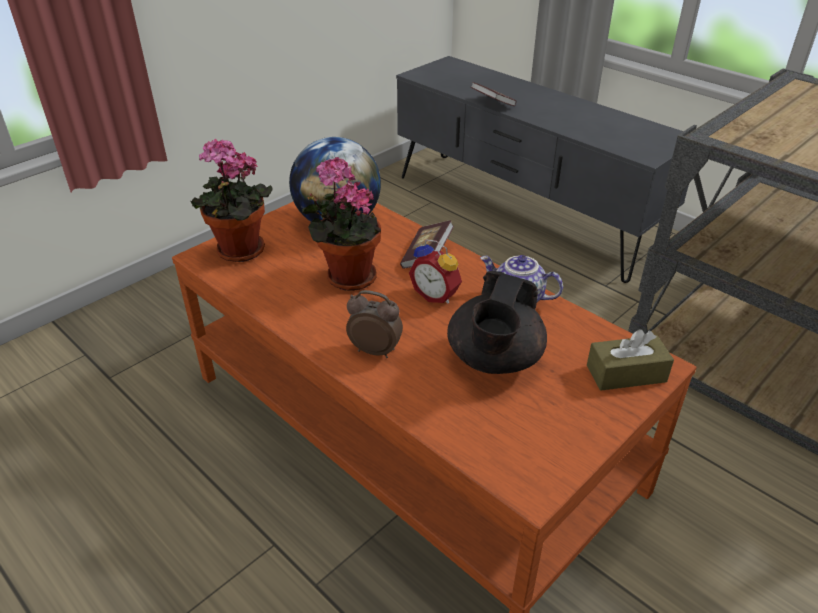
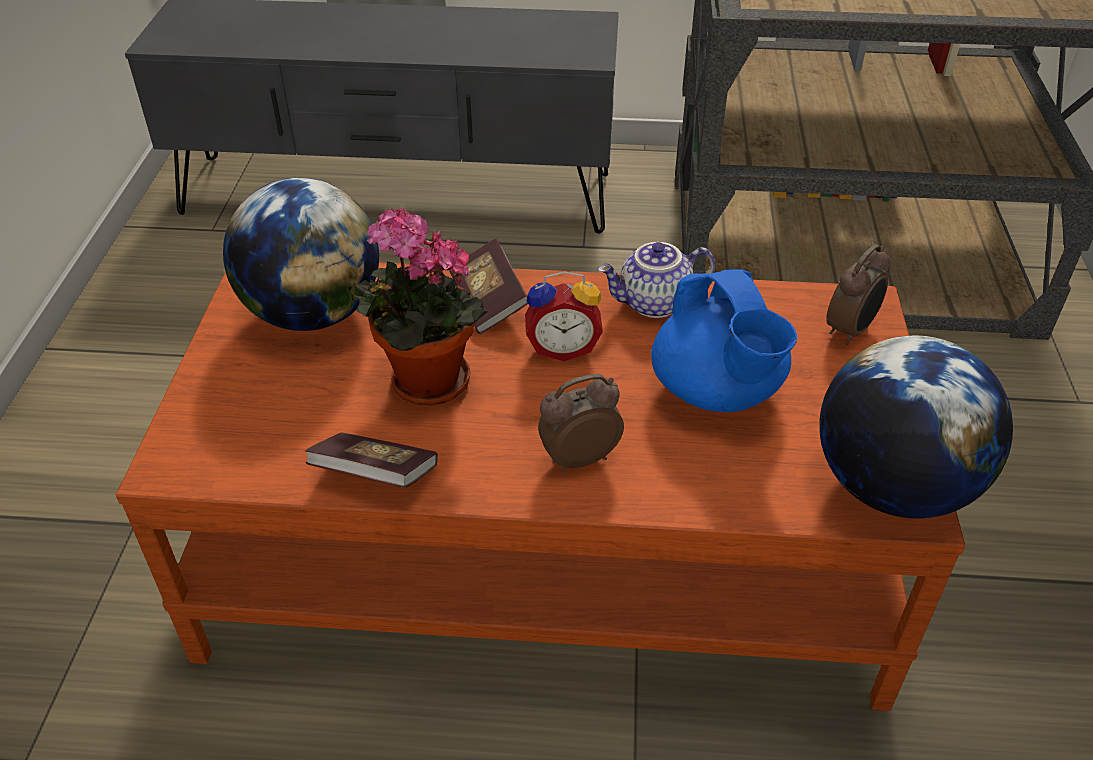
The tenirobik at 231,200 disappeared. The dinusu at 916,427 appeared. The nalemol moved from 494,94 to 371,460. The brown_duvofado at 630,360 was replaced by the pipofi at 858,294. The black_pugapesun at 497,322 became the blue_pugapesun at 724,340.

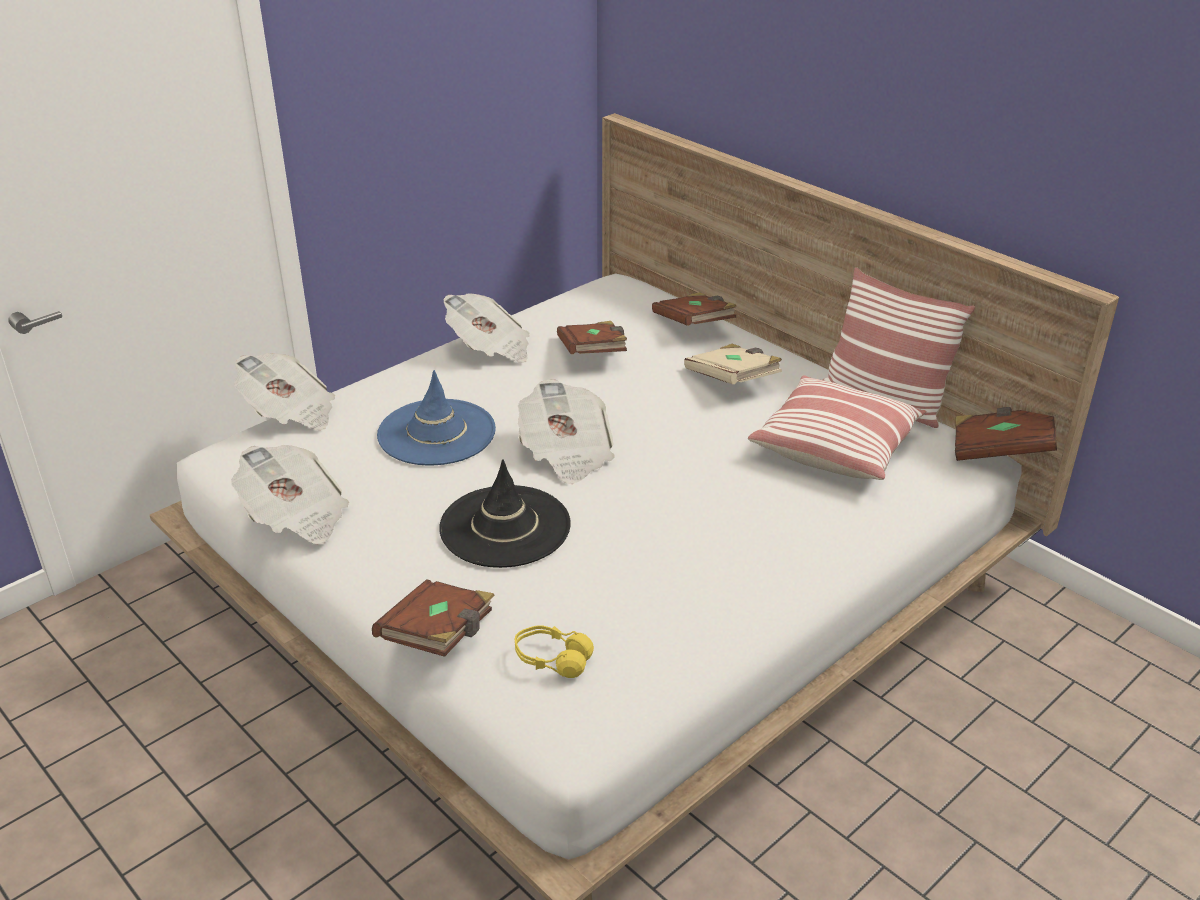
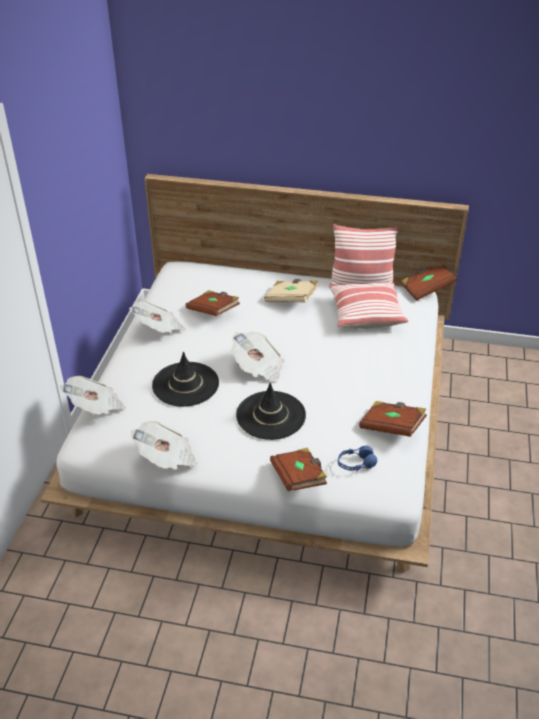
The brown_nalemol moved from 694,309 to 393,419. The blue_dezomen at 436,417 became the black_dezomen at 185,379. The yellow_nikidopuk at 554,651 became the blue_nikidopuk at 357,458.

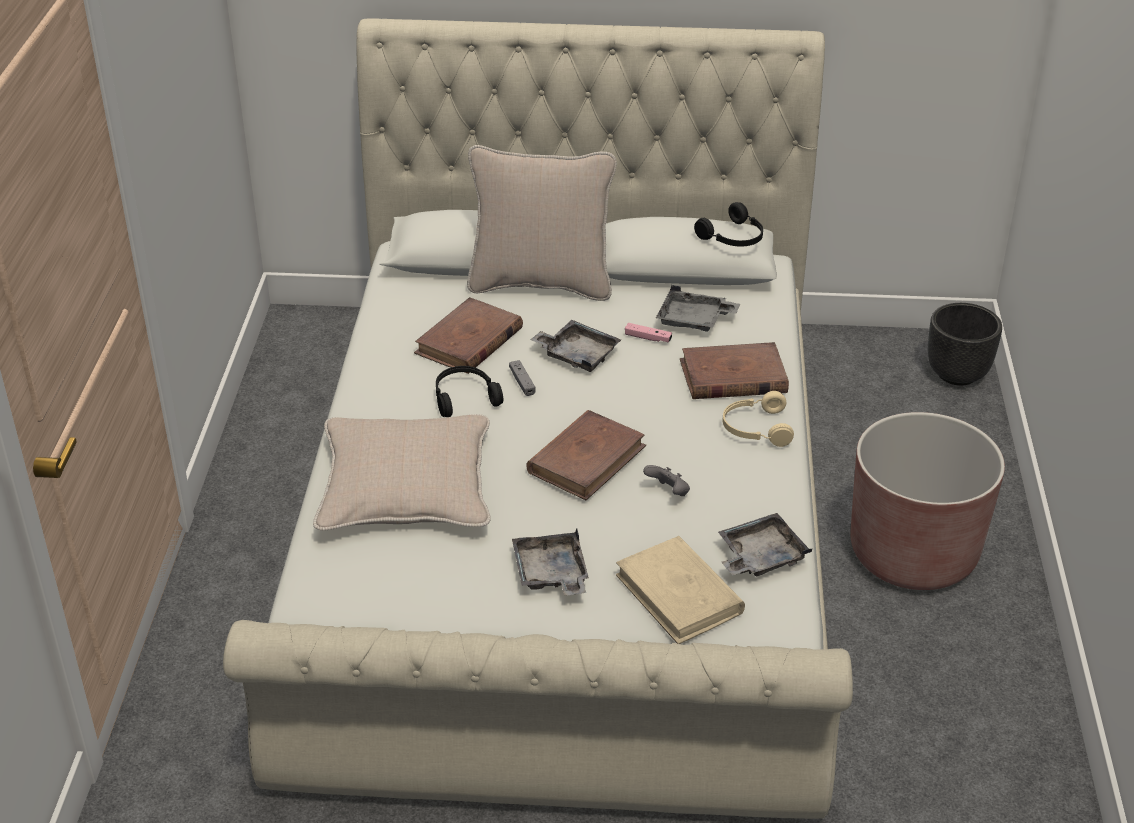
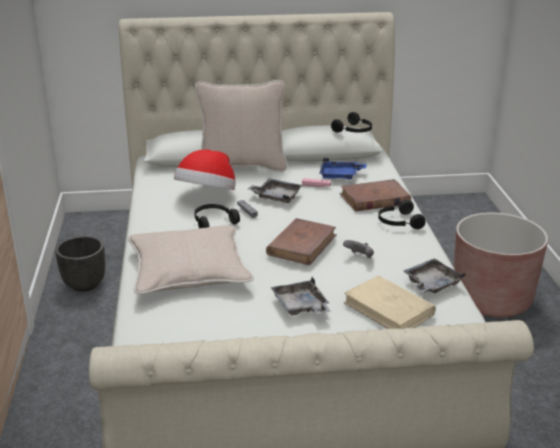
The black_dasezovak moved from 965,344 to 80,264. The brown_nalemol at 468,335 was replaced by the dezomen at 205,169. The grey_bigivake at 698,308 became the blue_bigivake at 343,169. The beige_nikidopuk at 758,419 became the black_nikidopuk at 401,214.

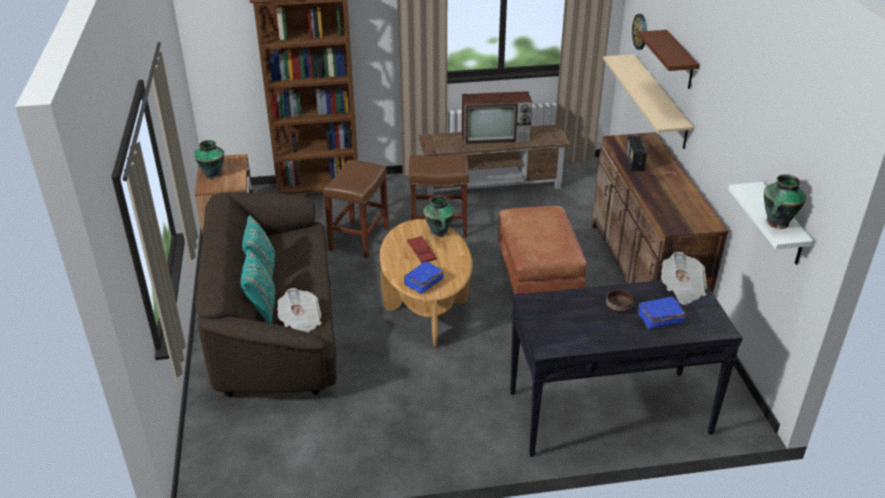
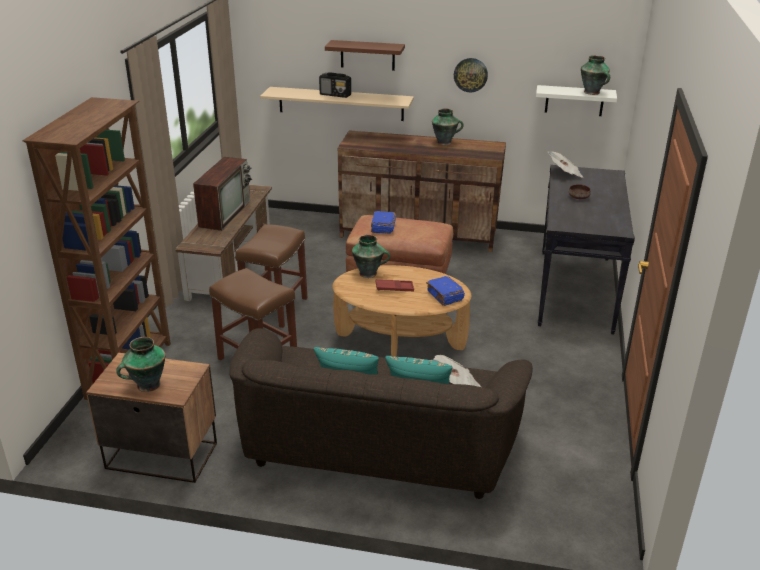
The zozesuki at 447,127 appeared. The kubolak moved from 636,153 to 335,85. The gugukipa moved from 639,32 to 471,75. The blue_nalemol moved from 662,313 to 383,222.

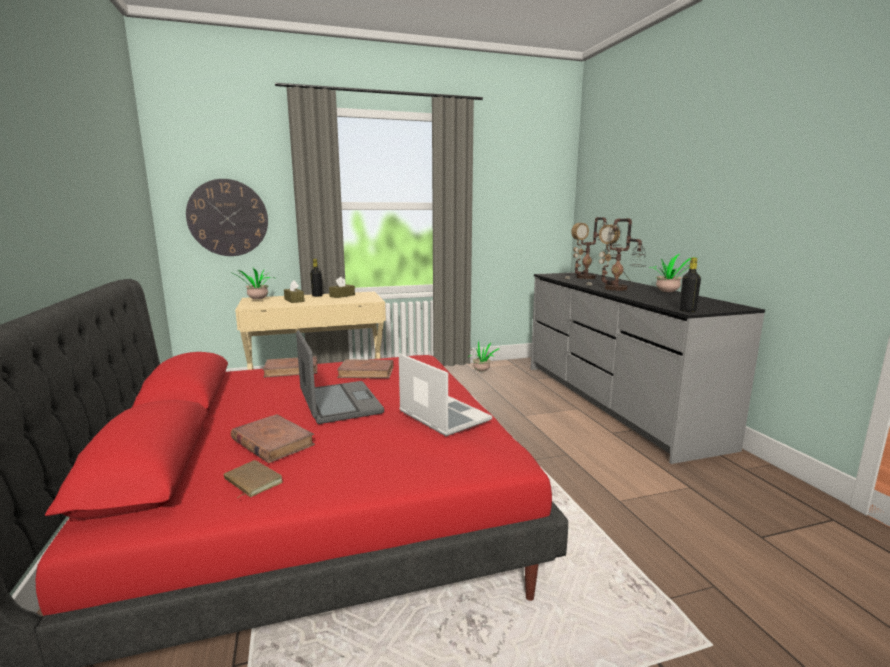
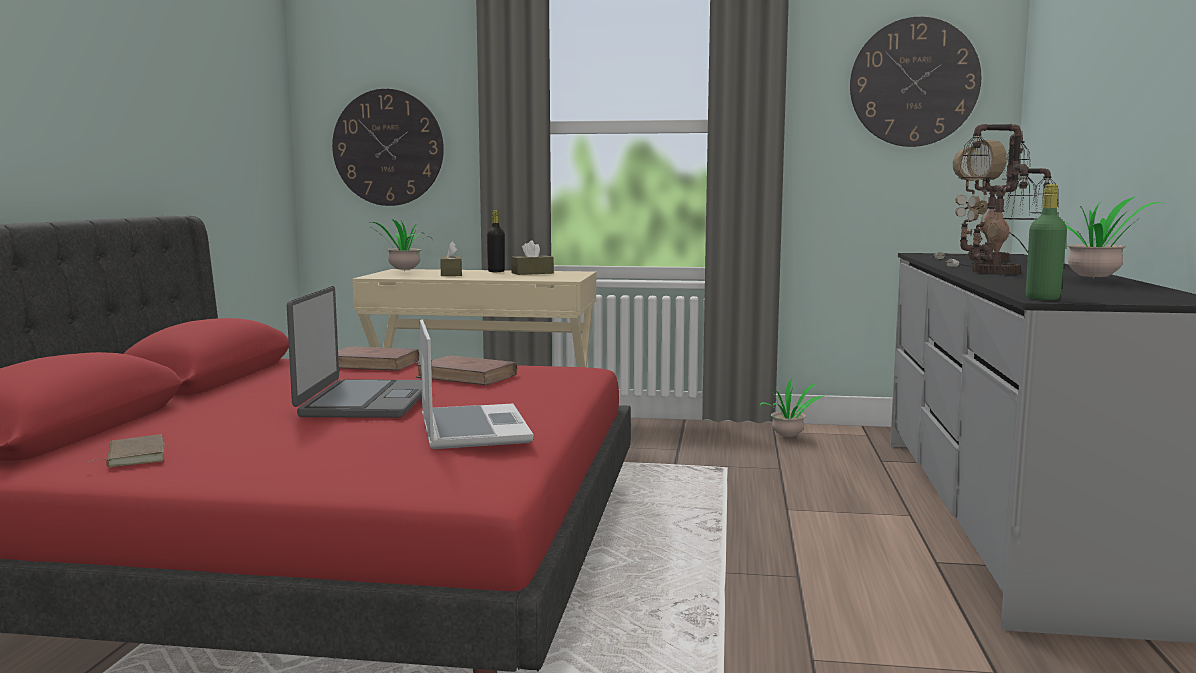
The brown_nalemol at 273,438 disappeared. The gugukipa at 915,82 appeared. The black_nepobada at 690,284 became the green_nepobada at 1046,242.

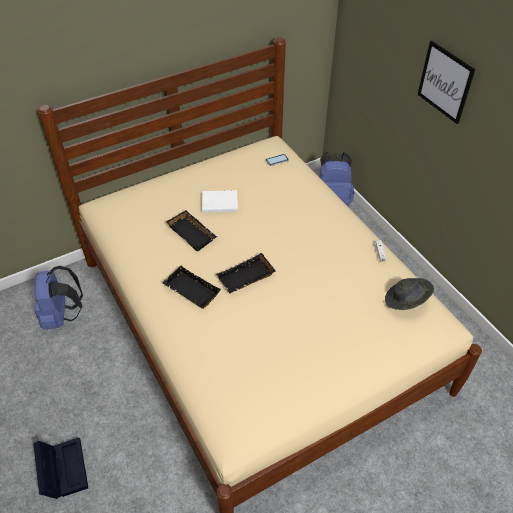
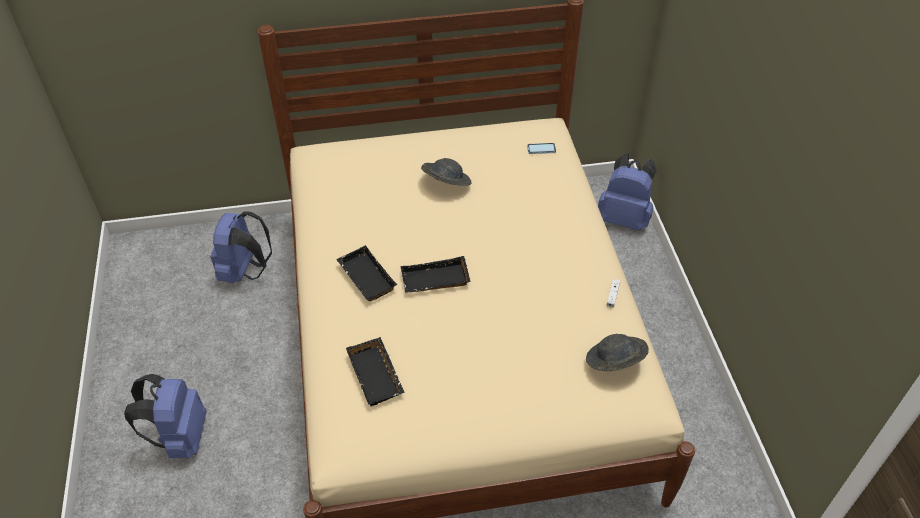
The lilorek at 446,82 disappeared. The black_bigivake moved from 191,231 to 375,372. The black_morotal at 60,468 was replaced by the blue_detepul at 165,416. The white_nalemol at 220,201 was replaced by the grey_dezomen at 446,172.

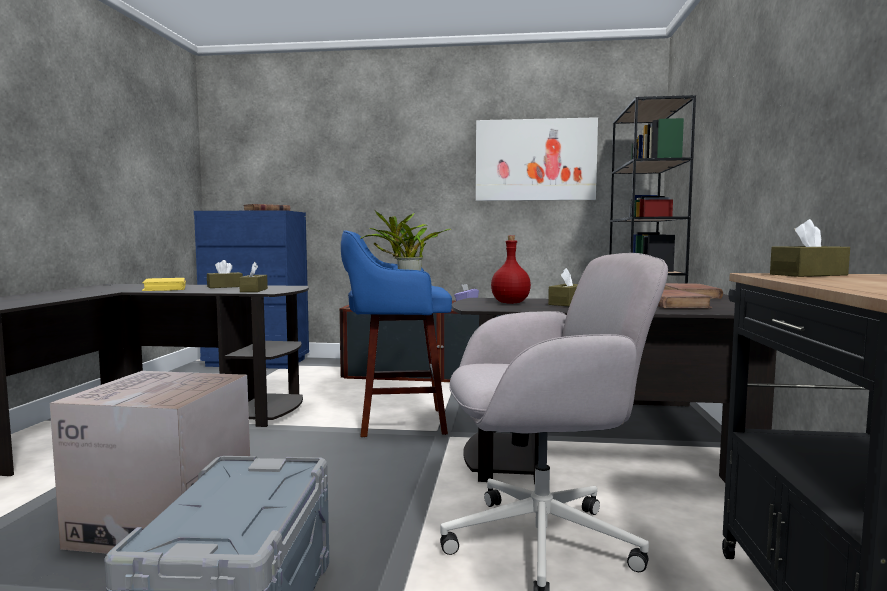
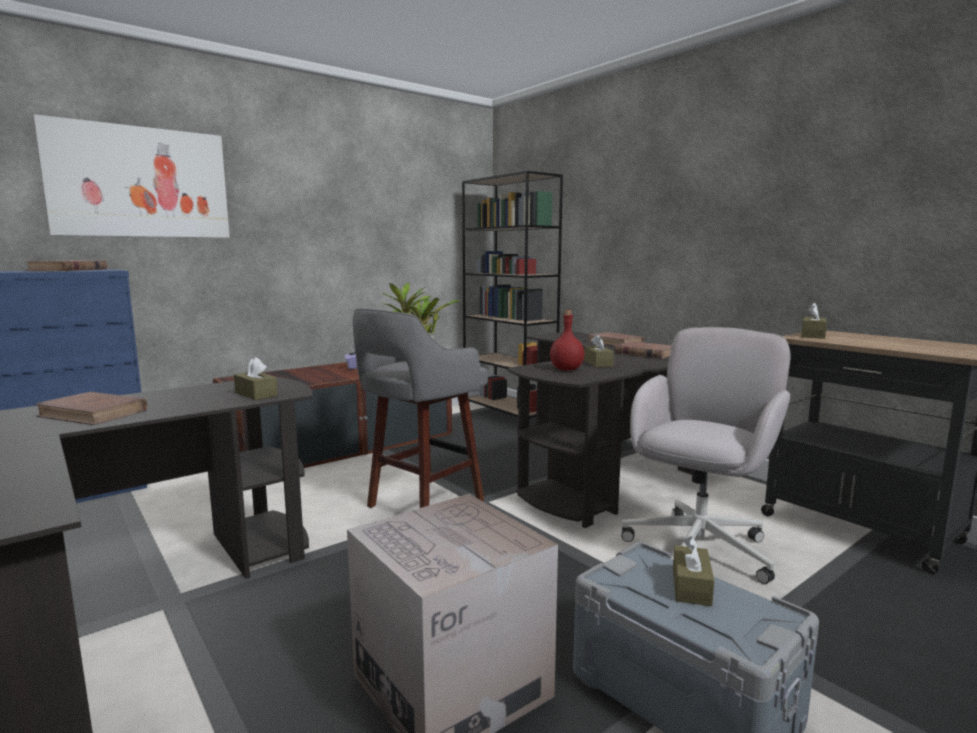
The brown_duvofado moved from 225,274 to 693,571. The lilorek moved from 537,159 to 132,176. The yellow_nalemol at 164,284 became the brown_nalemol at 90,408. The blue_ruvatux at 396,333 became the grey_ruvatux at 420,408.

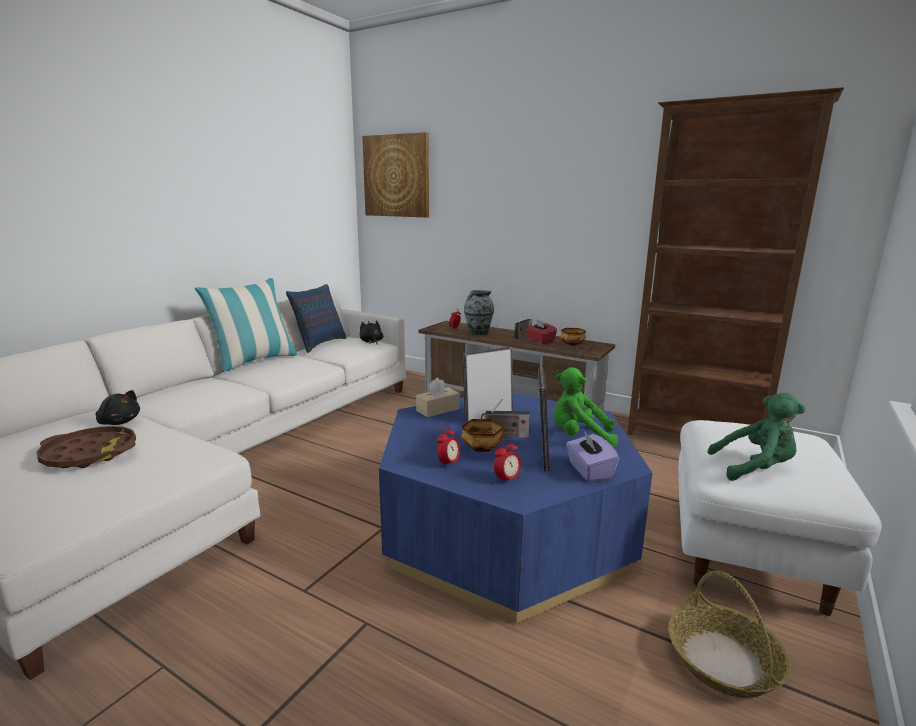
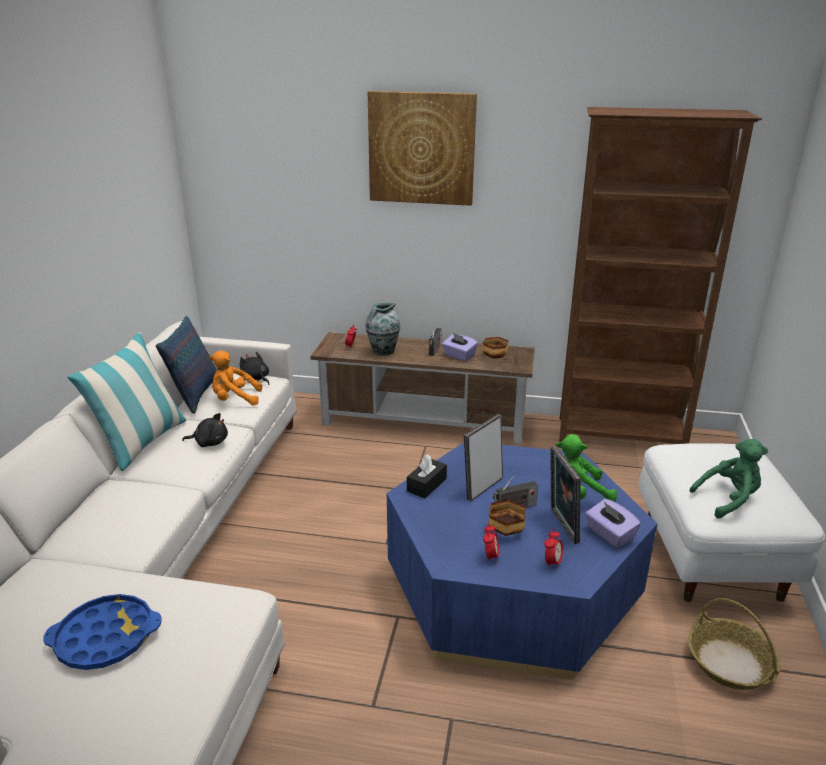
The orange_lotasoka at 236,378 appeared. The black_lotasoka moved from 118,407 to 205,430. The lilorek moved from 395,174 to 422,148. The brown_bigivake at 86,447 became the blue_bigivake at 102,632. The beige_duvofado at 438,397 became the black_duvofado at 427,476. The red_duvofado at 541,331 became the purple_duvofado at 460,347.

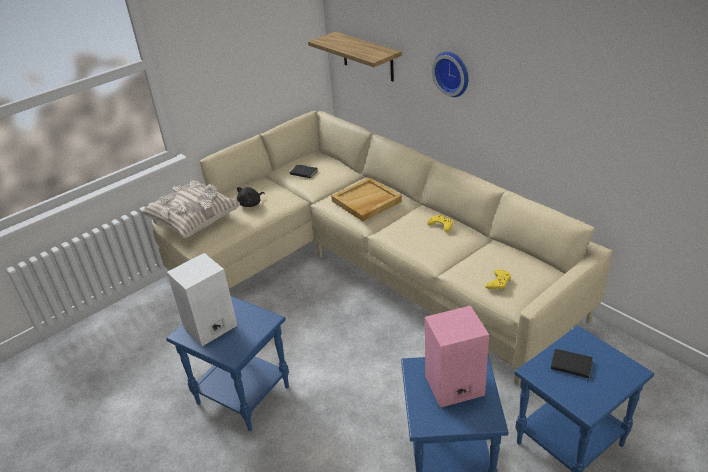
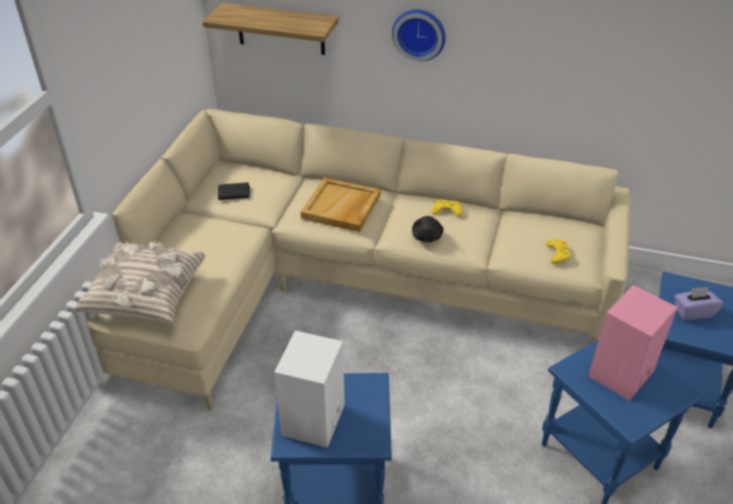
The black_lotasoka moved from 251,197 to 428,229. The black_nalemol at 572,365 was replaced by the purple_duvofado at 698,304.

